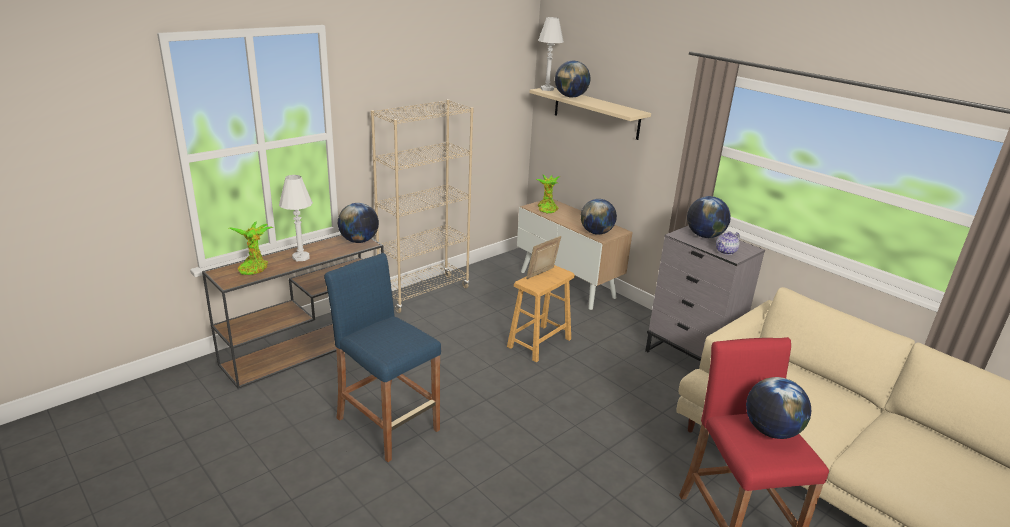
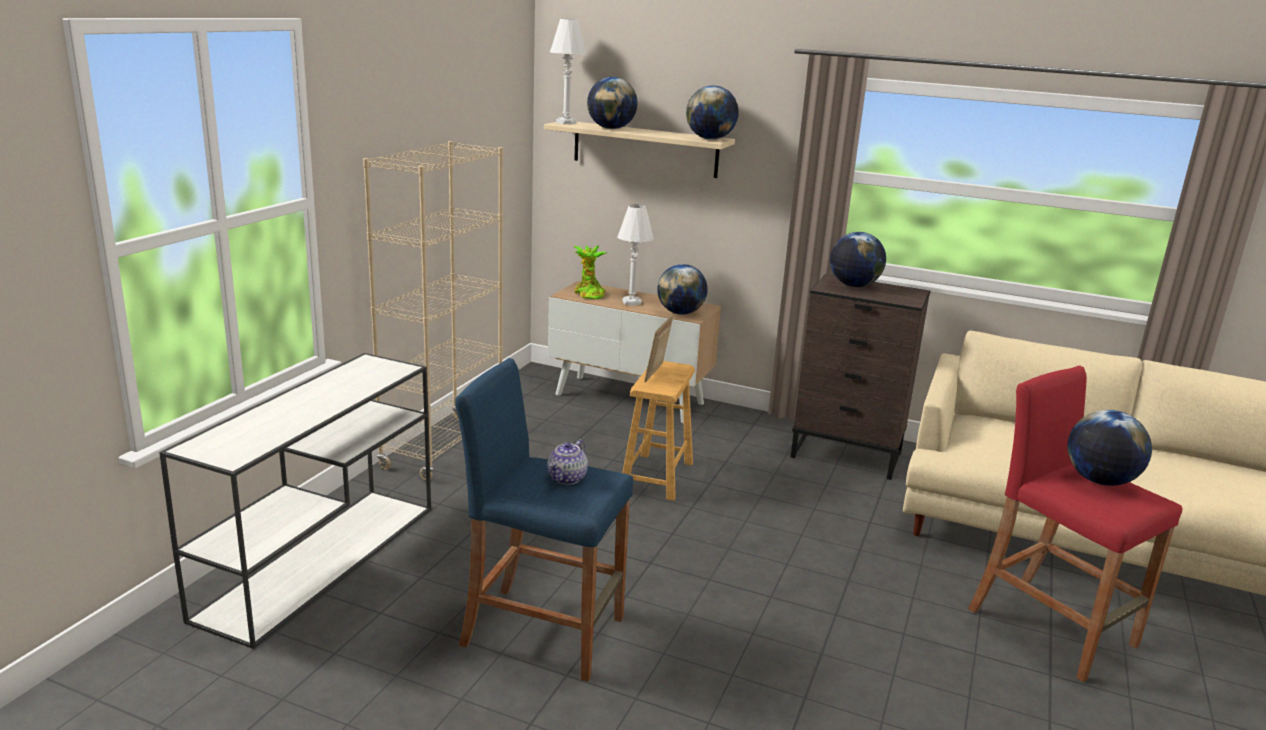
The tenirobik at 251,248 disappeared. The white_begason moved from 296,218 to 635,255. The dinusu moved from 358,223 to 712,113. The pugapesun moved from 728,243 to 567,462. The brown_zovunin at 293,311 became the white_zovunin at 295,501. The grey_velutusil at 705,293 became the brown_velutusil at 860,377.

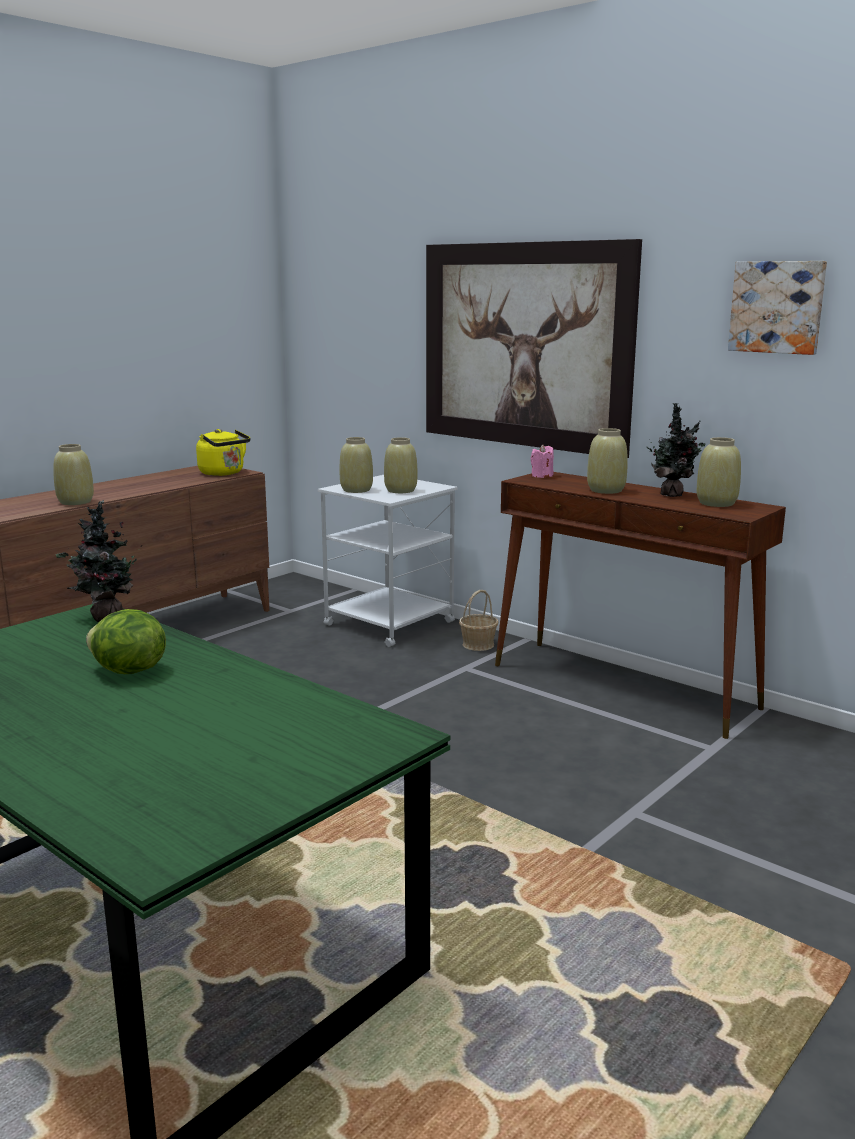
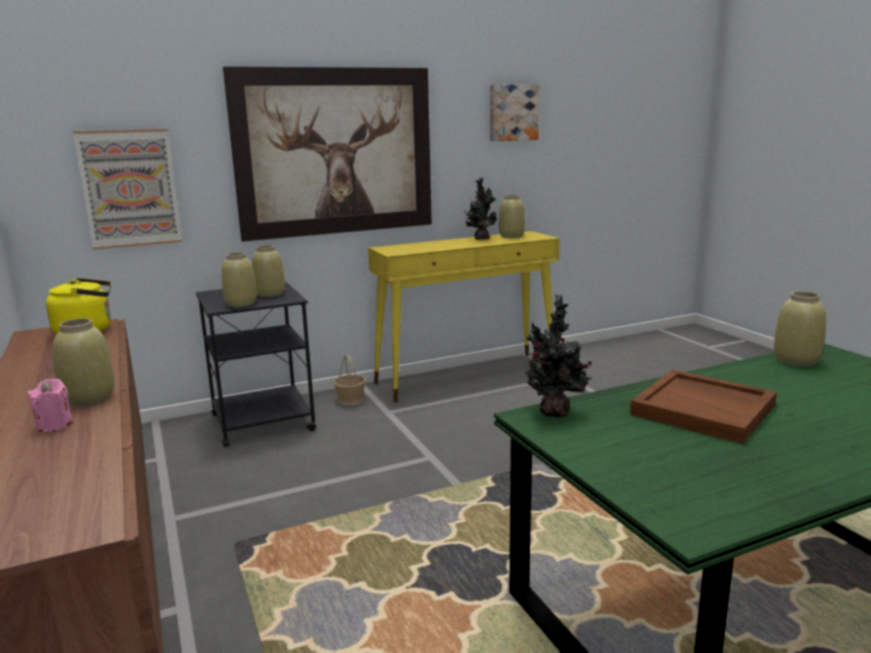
The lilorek at 127,189 appeared. The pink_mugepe moved from 542,461 to 50,405. The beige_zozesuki moved from 607,461 to 800,328. The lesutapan at 126,641 was replaced by the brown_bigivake at 703,407. The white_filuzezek at 388,561 became the black_filuzezek at 256,364. The brown_zovunin at 640,605 became the yellow_zovunin at 464,317.

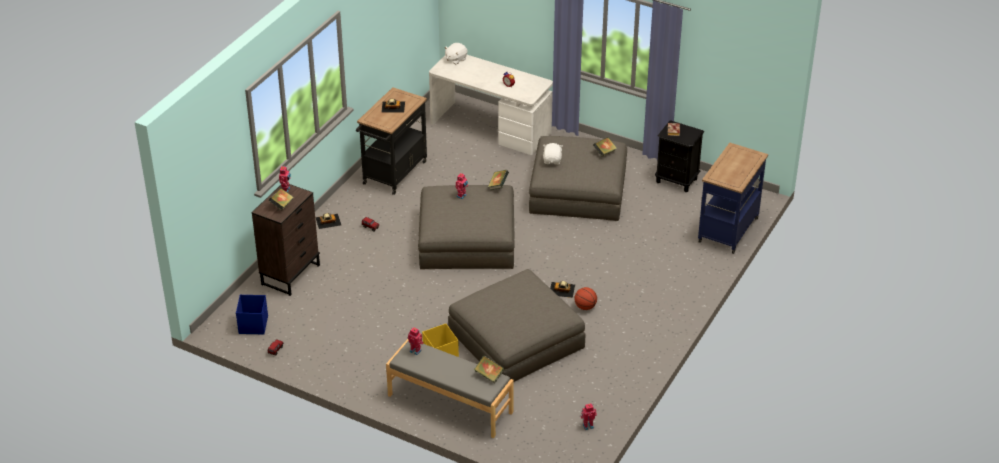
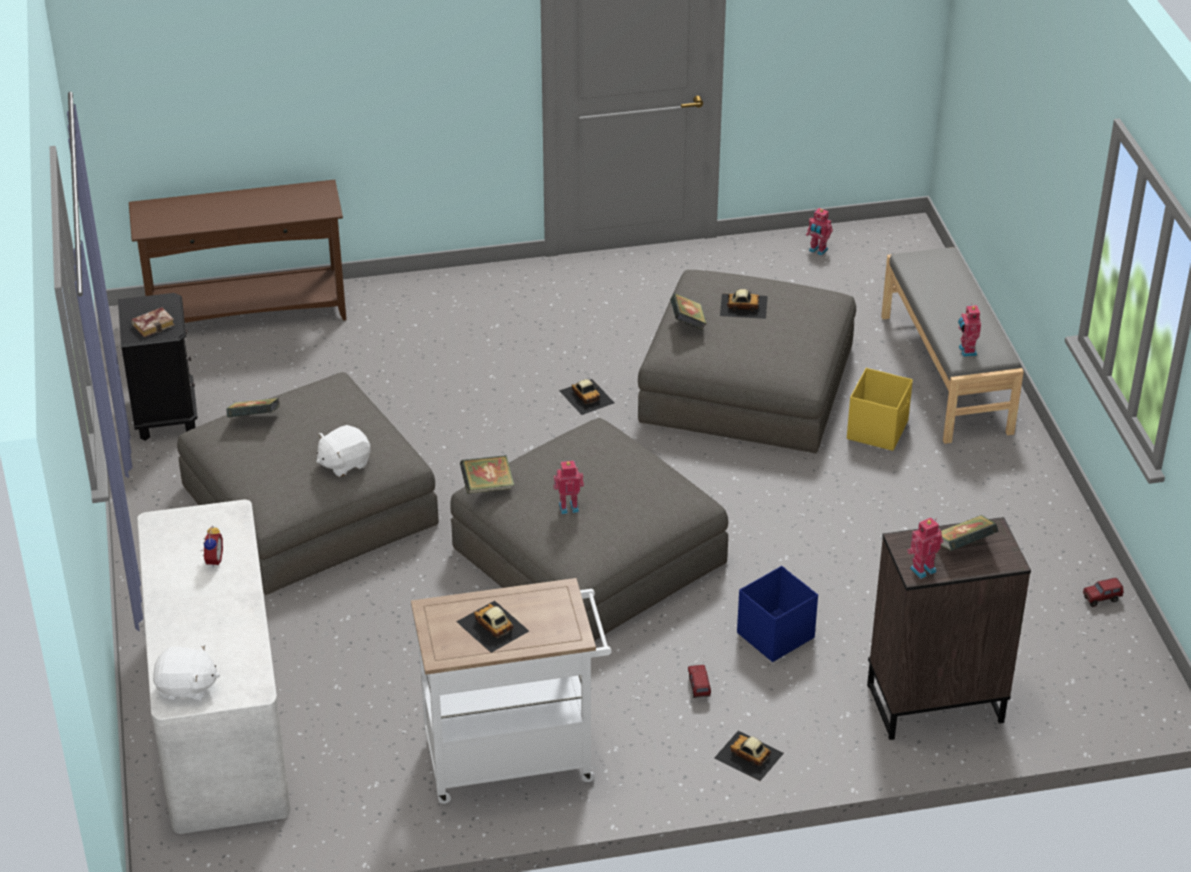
The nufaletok at 585,298 disappeared. The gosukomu at 744,304 appeared. The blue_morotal moved from 252,314 to 777,614. The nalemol moved from 489,369 to 688,311. The blue_filuzezek at 733,198 was replaced by the brown_zovunin at 237,251. The black_filuzezek at 391,141 became the white_filuzezek at 511,691.

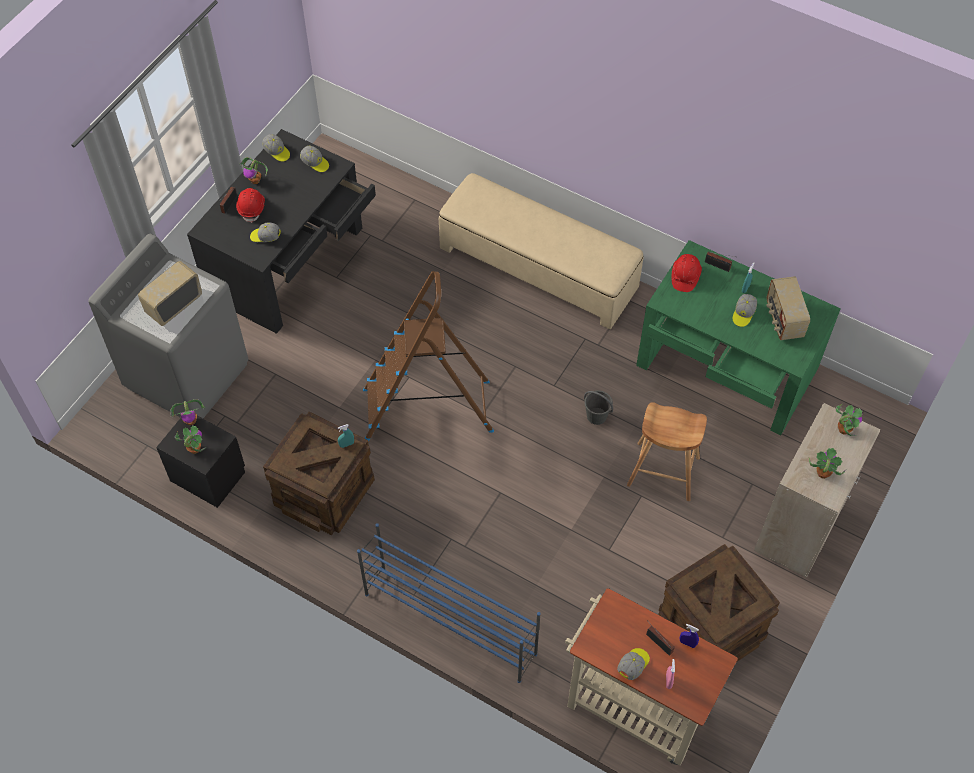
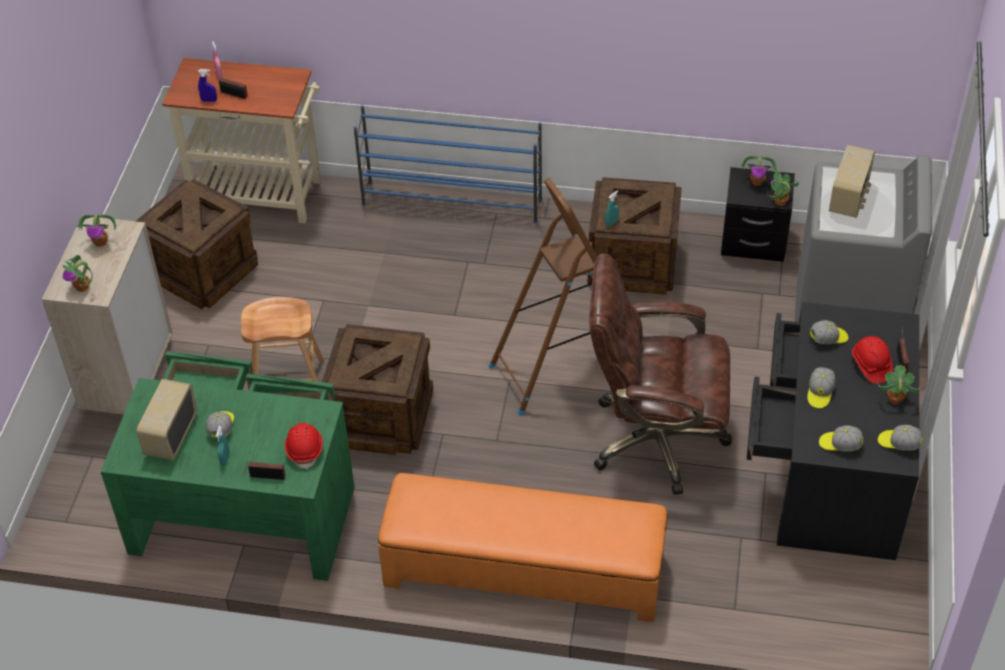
The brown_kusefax at 660,374 appeared. The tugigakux moved from 633,664 to 821,387. The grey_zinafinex at 598,407 was replaced by the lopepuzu at 377,389. The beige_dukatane at 541,251 became the orange_dukatane at 523,547. The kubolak at 788,308 turned 135 degrees counterclockwise.

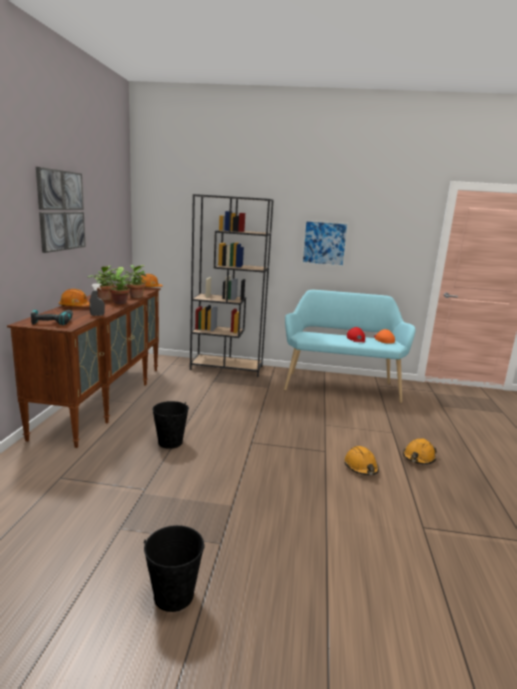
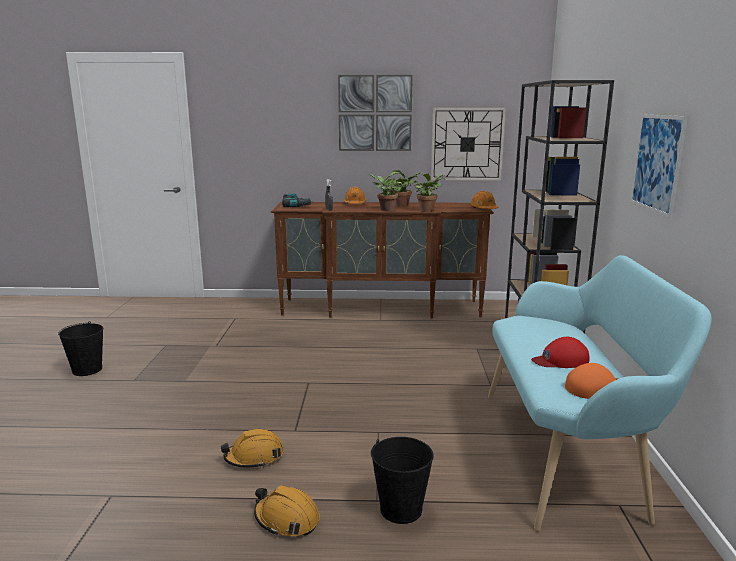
The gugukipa at 468,144 appeared. The black_zinafinex moved from 170,425 to 402,480.

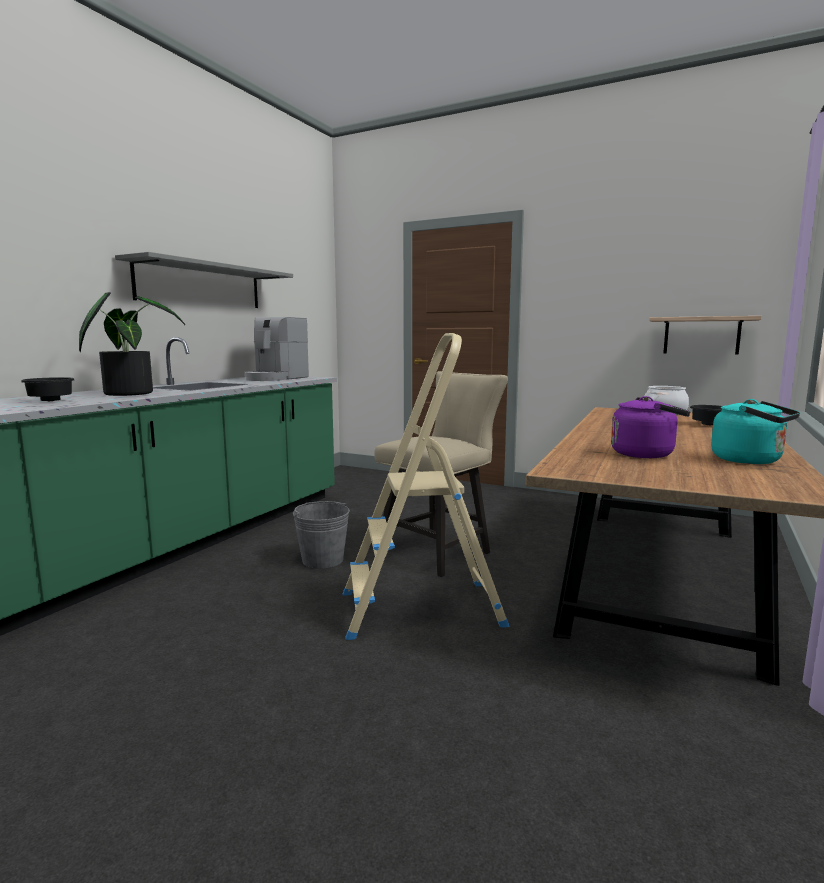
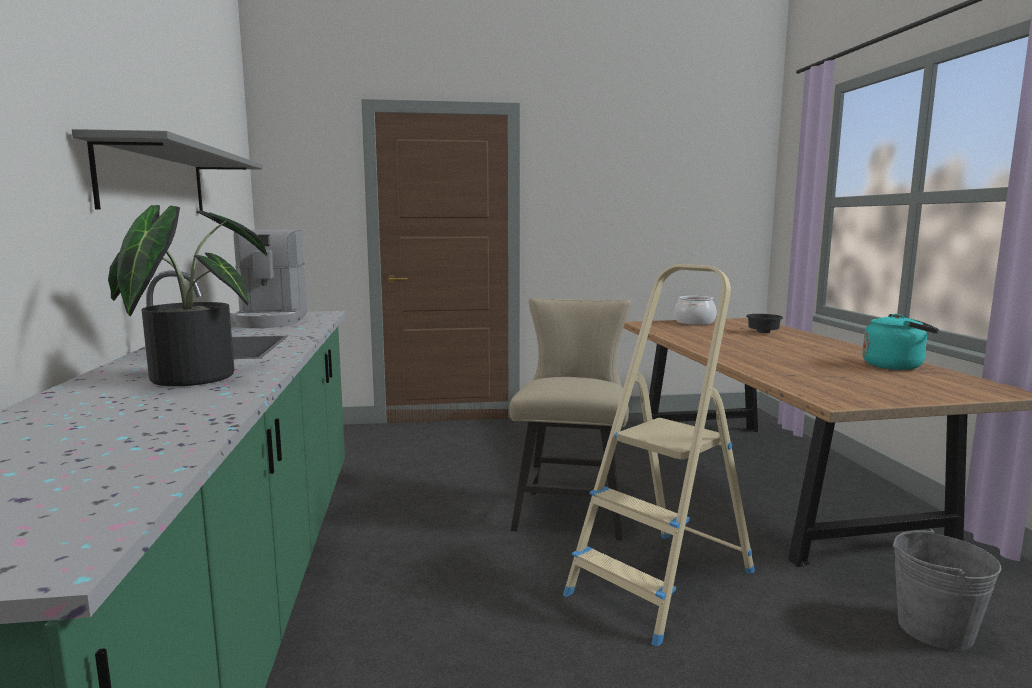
The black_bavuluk at 47,389 disappeared. The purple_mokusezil at 650,427 disappeared. The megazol at 705,335 disappeared. The grey_zinafinex moved from 321,535 to 946,589.

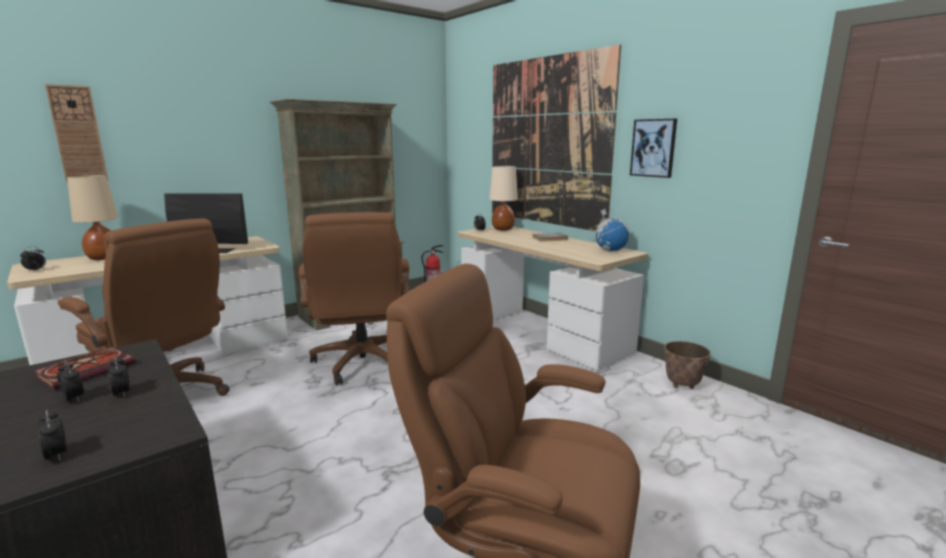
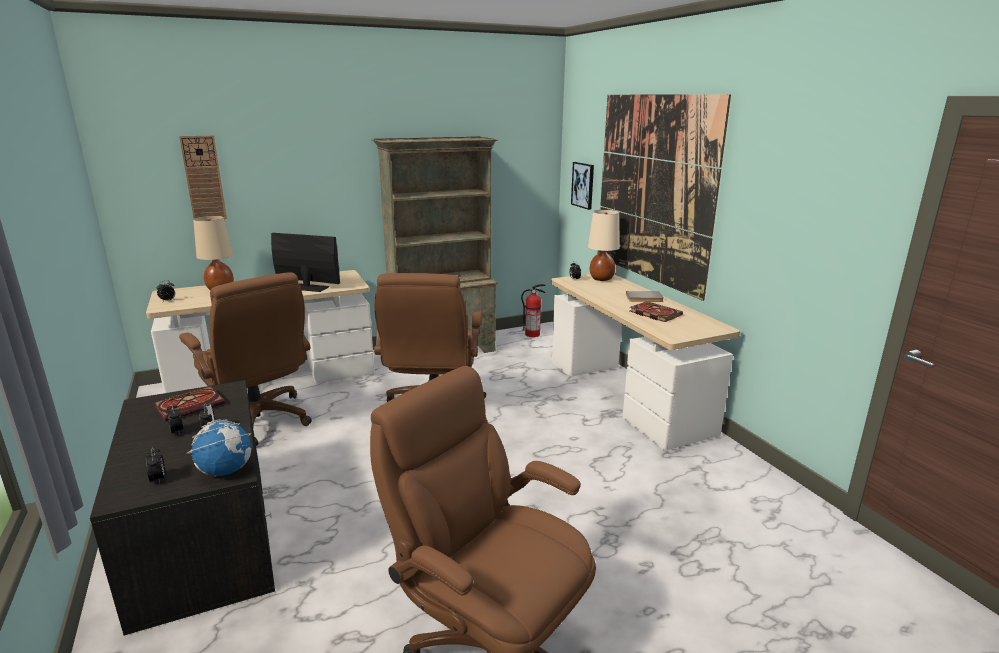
The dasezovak at 687,365 disappeared. The nalemol at 656,311 appeared. The dinusu moved from 611,229 to 219,440. The lilorek moved from 653,148 to 582,186.

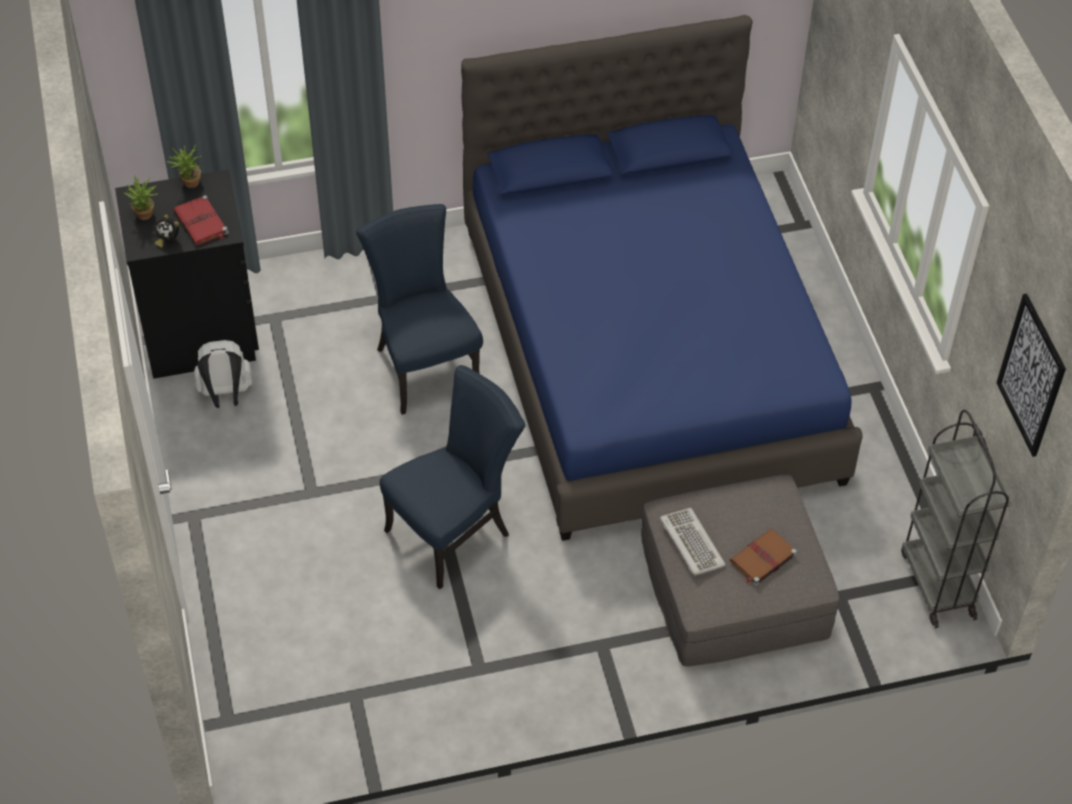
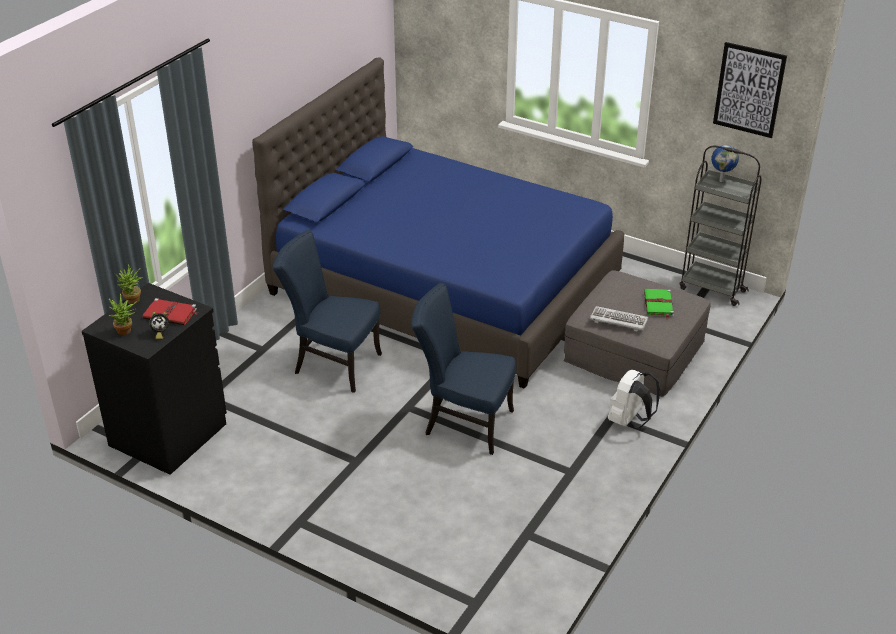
The dinusu at 725,163 appeared. The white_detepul moved from 223,374 to 634,399. The brown_nalemol at 763,557 became the green_nalemol at 659,304. The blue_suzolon at 452,477 turned 75 degrees counterclockwise.

